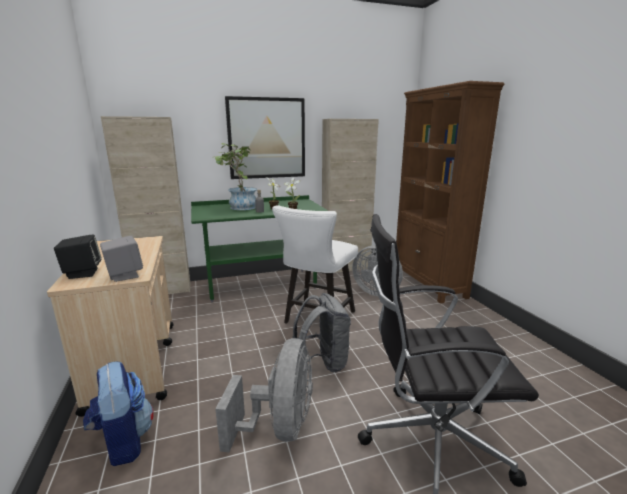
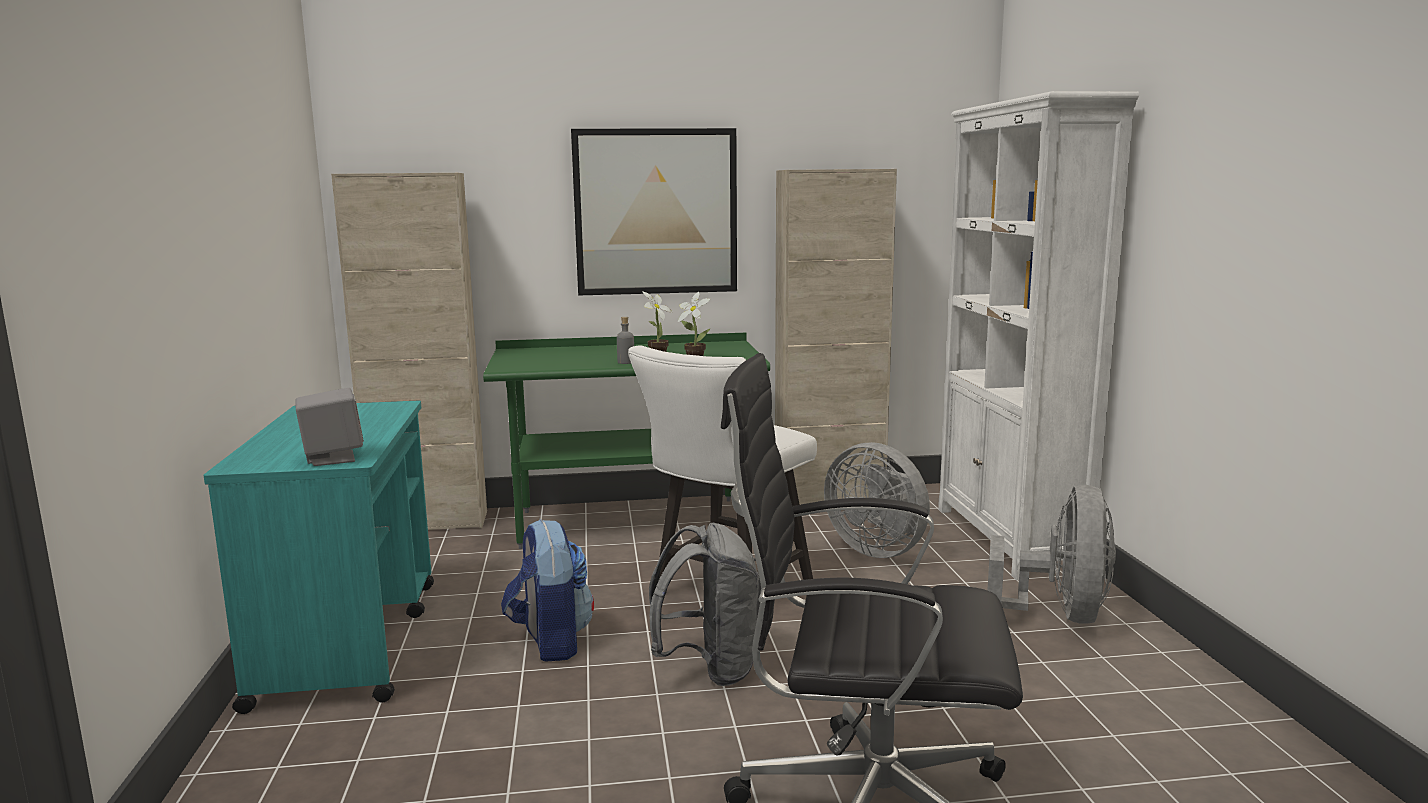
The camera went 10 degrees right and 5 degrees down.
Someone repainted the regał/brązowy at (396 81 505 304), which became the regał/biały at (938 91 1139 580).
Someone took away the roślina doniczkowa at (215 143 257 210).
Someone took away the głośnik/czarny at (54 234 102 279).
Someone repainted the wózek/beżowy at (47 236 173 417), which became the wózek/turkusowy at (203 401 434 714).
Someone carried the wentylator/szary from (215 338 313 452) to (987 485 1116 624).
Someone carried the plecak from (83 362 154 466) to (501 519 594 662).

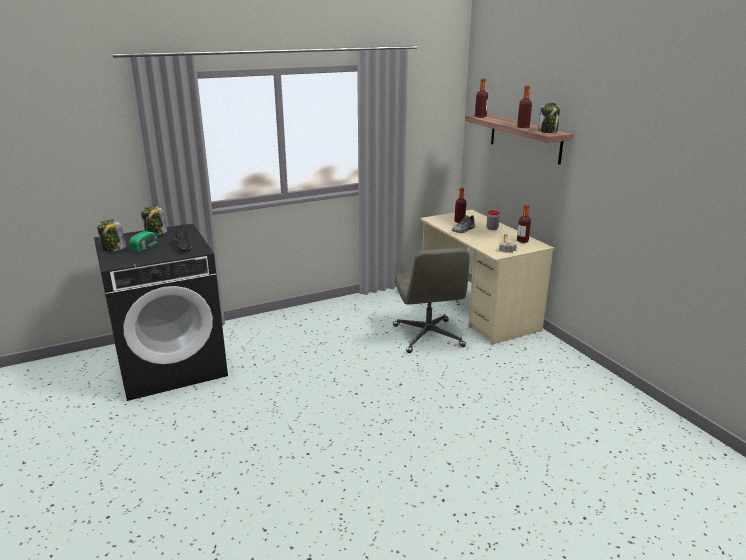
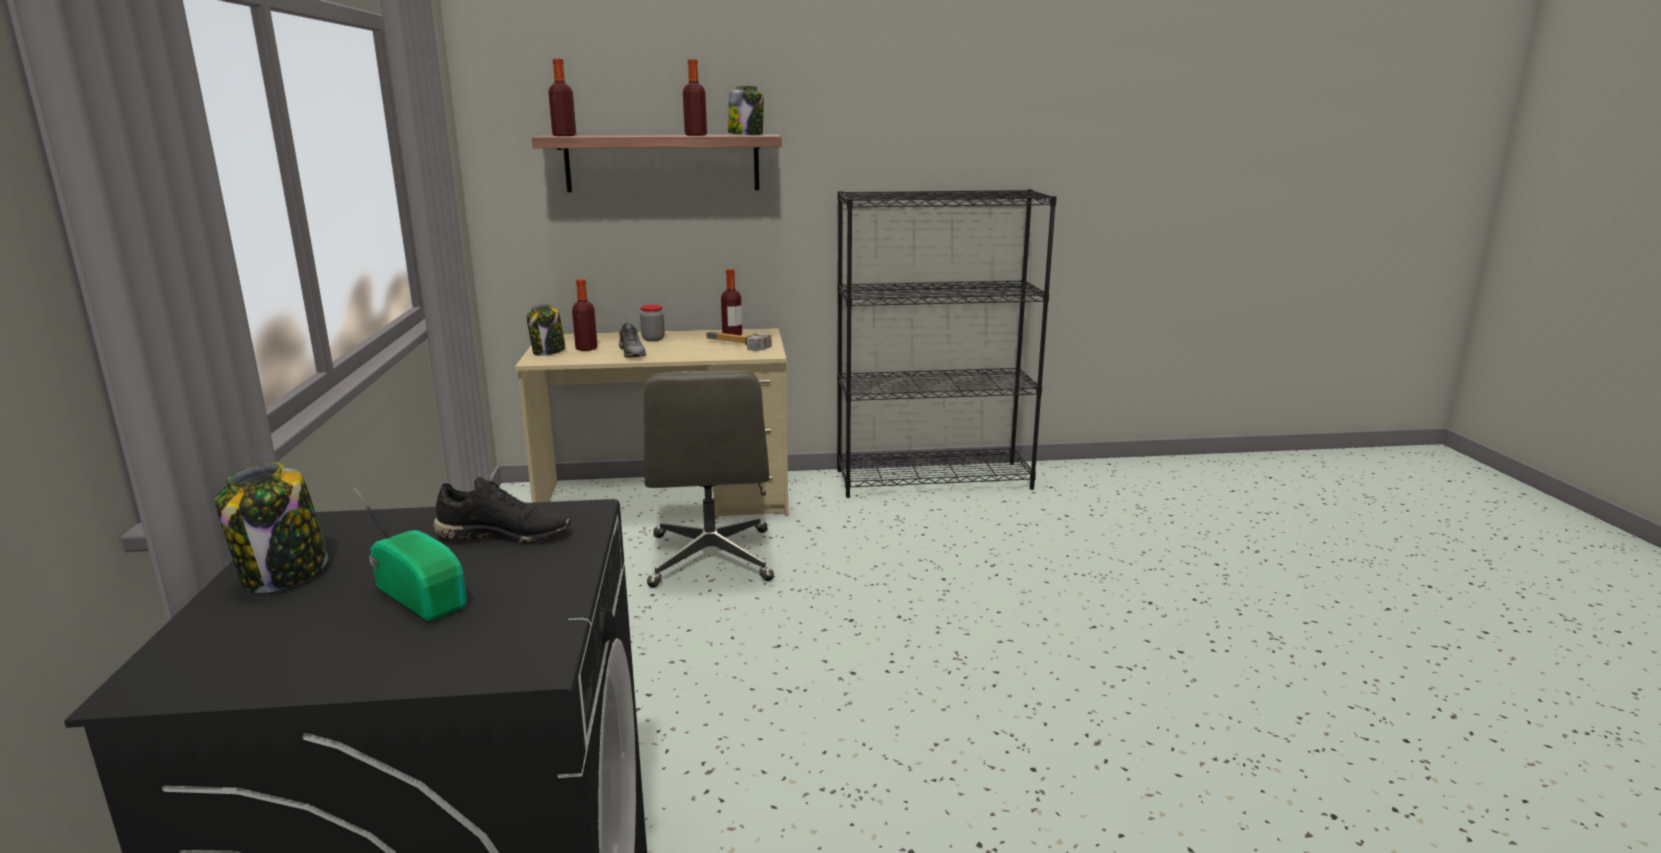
The camera went 70 degrees left and 5 degrees down.
Someone carried the słoik from (97 219 126 252) to (526 304 566 356).
Someone rotated the krzesło biurowe/szary at (393 247 470 353) by 75 degrees clockwise.
Someone put down the regał/czarny at (837 189 1057 498).

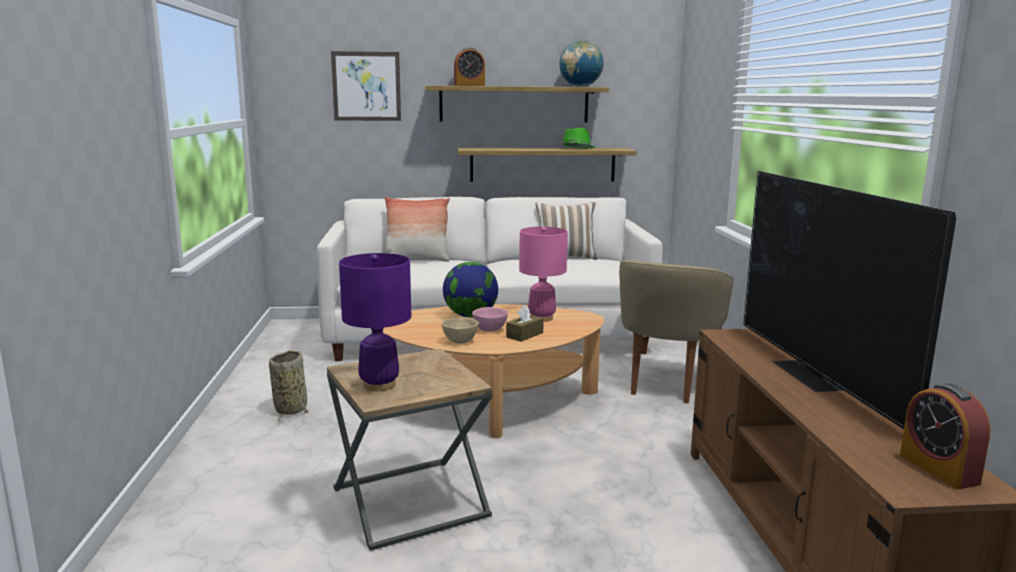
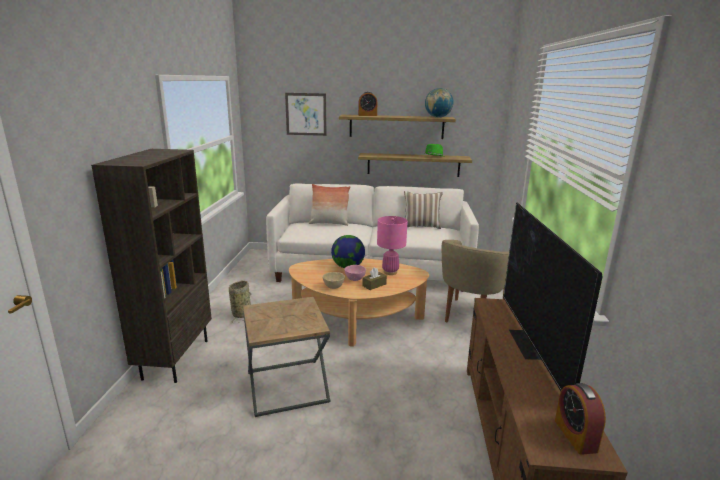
The camera went 10 degrees right and 5 degrees up.
Someone took away the lampa stołowa/fioletowy at (339 253 411 391).
Someone put down the regał/brązowy at (91 149 212 383).

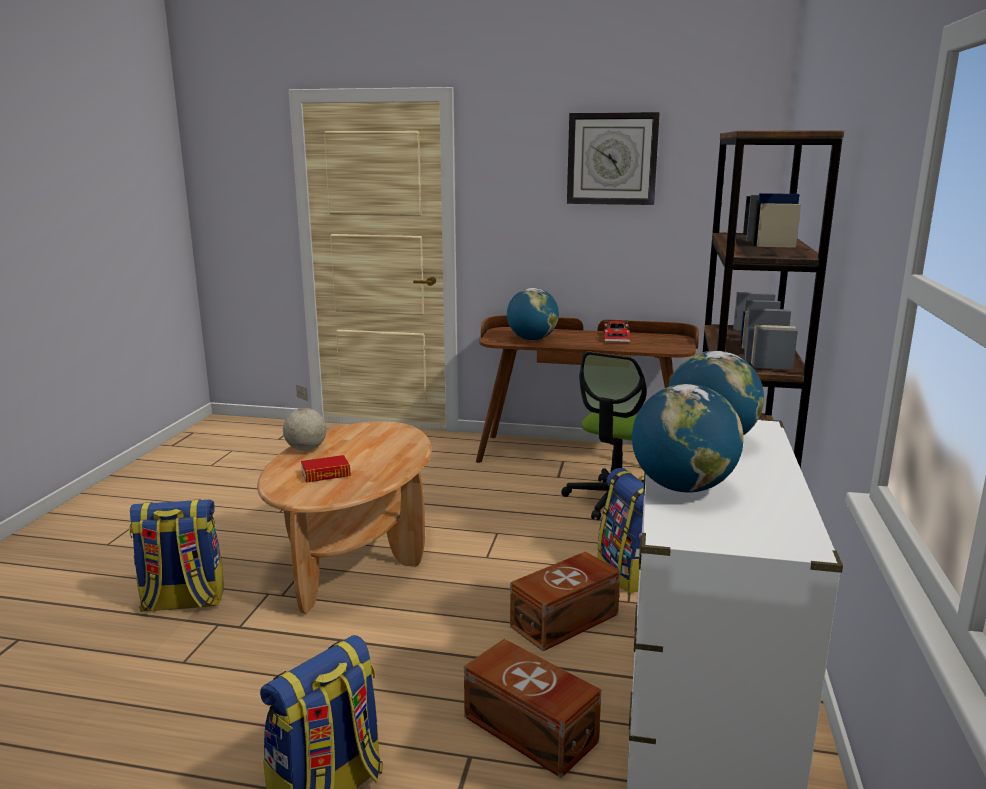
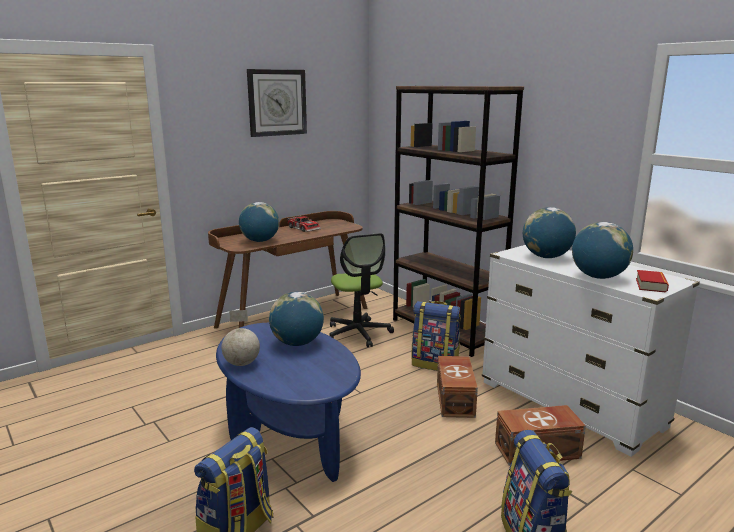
The camera went 50 degrees left and 0 degrees up.
Someone repainted the ława/brązowy at (257 421 432 614), which became the ława/niebieski at (216 323 361 482).
Someone carried the książka from (301 455 351 483) to (636 270 669 293).
Someone put down the globus at (269 292 324 346).

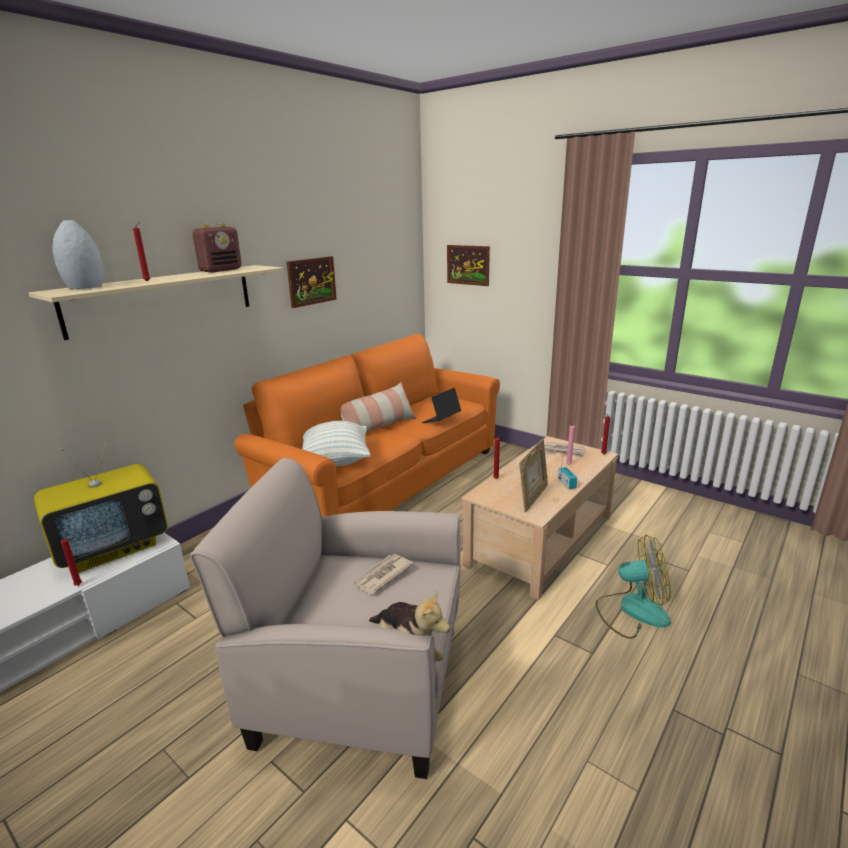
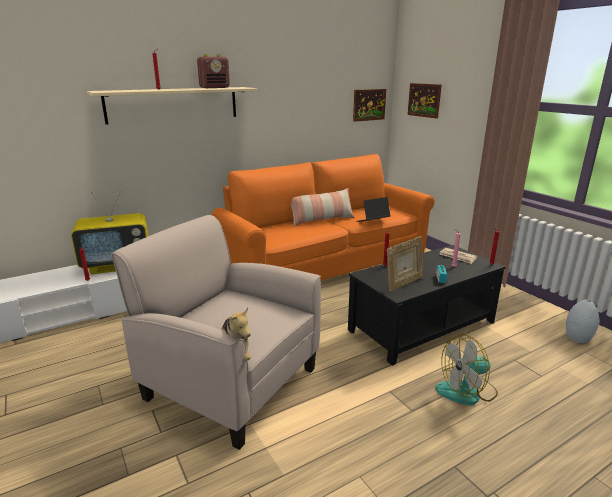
The camera went 20 degrees right and 0 degrees up.
Someone carried the wazon/szary from (52 220 103 289) to (566 299 599 343).
Someone carried the obraz from (286 256 337 308) to (353 89 386 122).
Someone took away the poduszka at (302 421 371 466).
Someone repainted the ława/beżowy at (462 436 618 600), which became the ława/czarny at (348 245 506 366).
Someone rotated the wentylator at (596 535 671 639) by 135 degrees clockwise.
Someone took away the gazeta at (352 554 414 594).

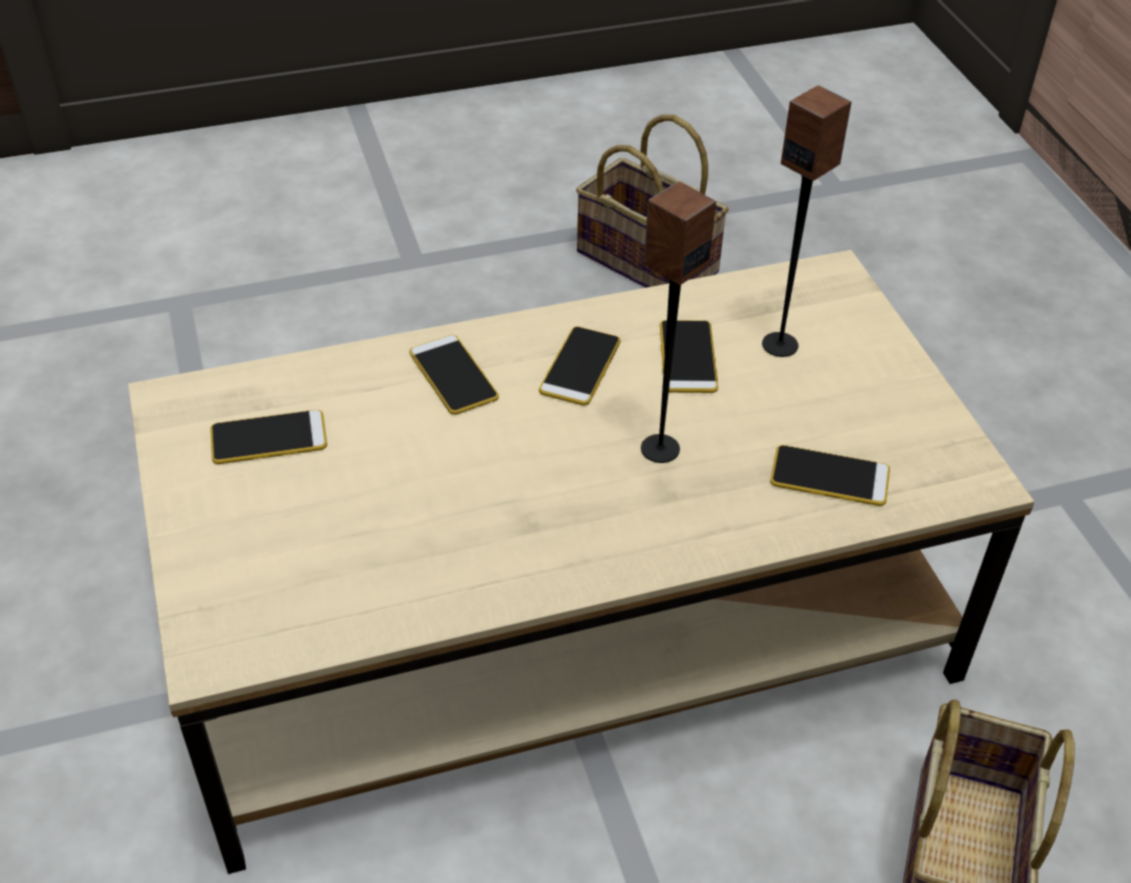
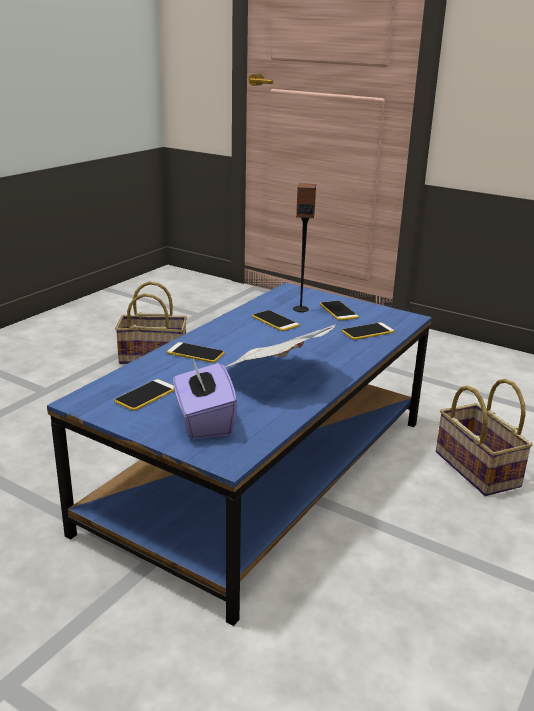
The camera went 40 degrees left and 20 degrees down.
Someone took away the głośnik at (641 181 716 463).
Someone repainted the ława/beżowy at (128 250 1035 874), which became the ława/niebieski at (47 283 432 626).
Someone carried the telefon from (539 327 621 405) to (320 301 359 321).
Someone put down the gazeta at (225 323 340 368).
Someone put down the pudełko chusteczek/fioletowy at (173 358 237 439).

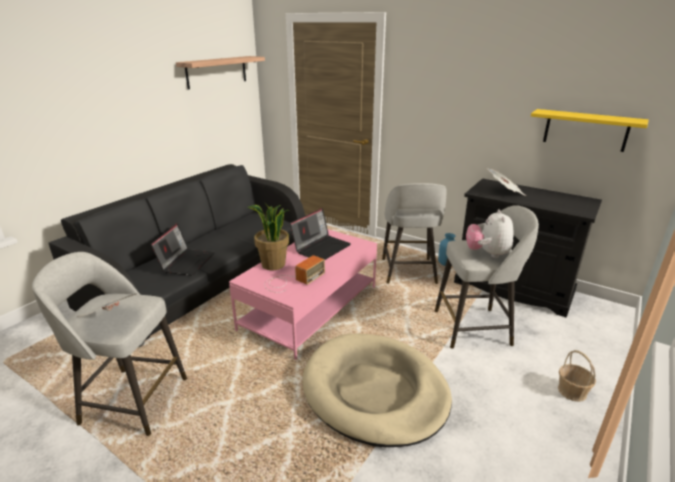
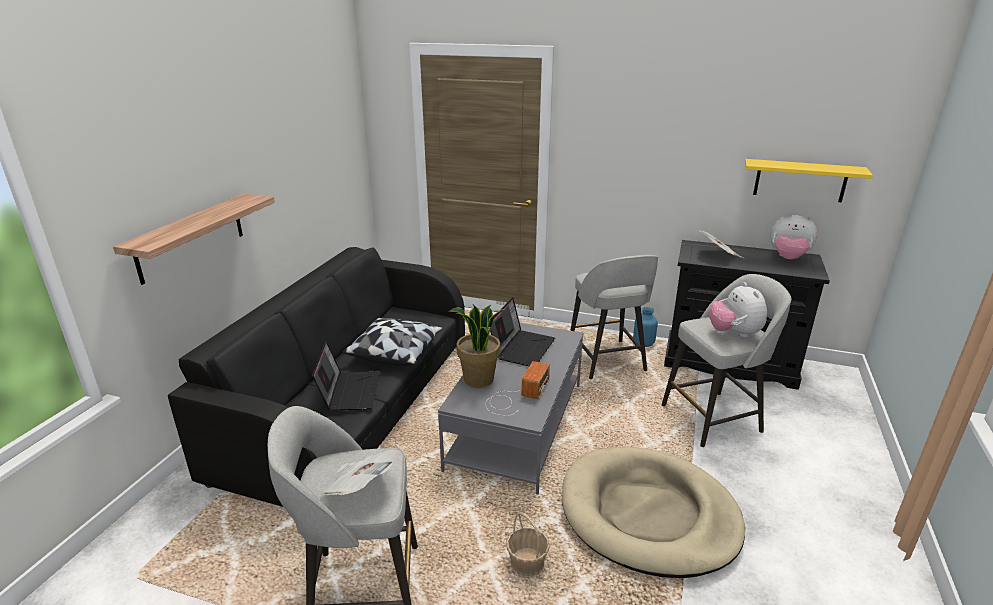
The camera went 15 degrees left and 0 degrees up.
Someone carried the półka from (176 56 265 89) to (113 194 275 285).
Someone repainted the ława/różowy at (229 229 377 360), which became the ława/szary at (438 323 583 495).
Someone carried the koszyk from (558 350 596 402) to (506 512 550 577).
Someone put down the pluszak at (771 213 817 259).
Someone put down the poduszka at (342 318 443 366).

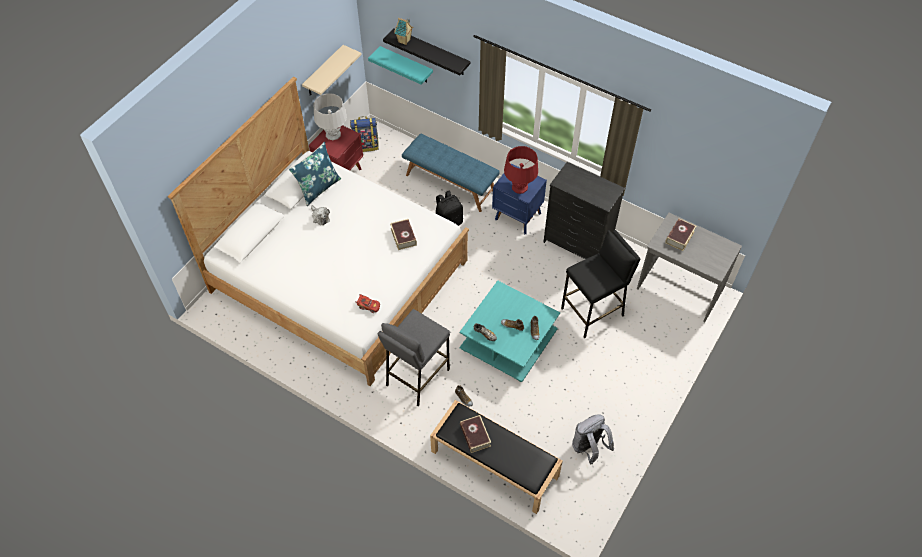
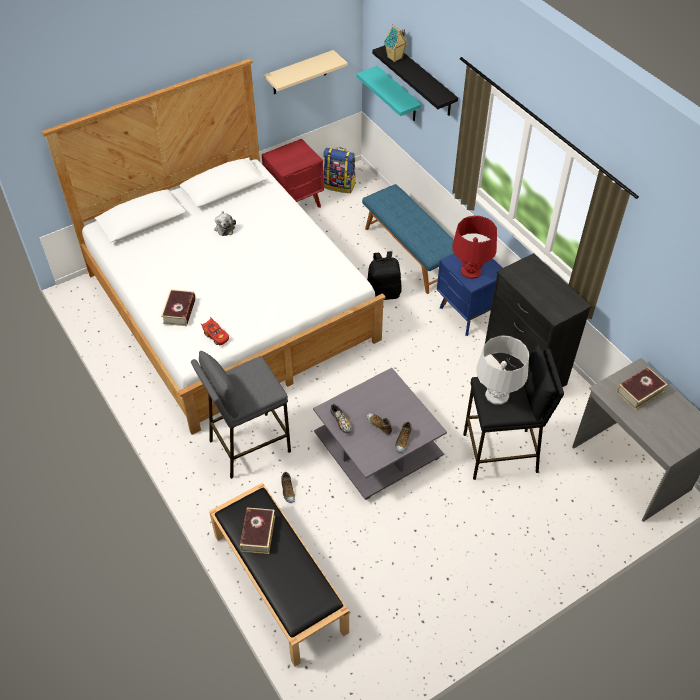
The camera went 25 degrees right and 5 degrees down.
Someone carried the lampa stołowa/szary from (314 93 347 140) to (476 335 529 405).
Someone took away the poduszka/niebieski at (289 142 341 206).
Someone carried the książka from (390 219 417 250) to (161 289 196 326).
Someone repainted the ława/turkusowy at (460 281 560 382), which became the ława/szary at (313 368 447 500).
Someone took away the plecak/szary at (572 414 614 464).

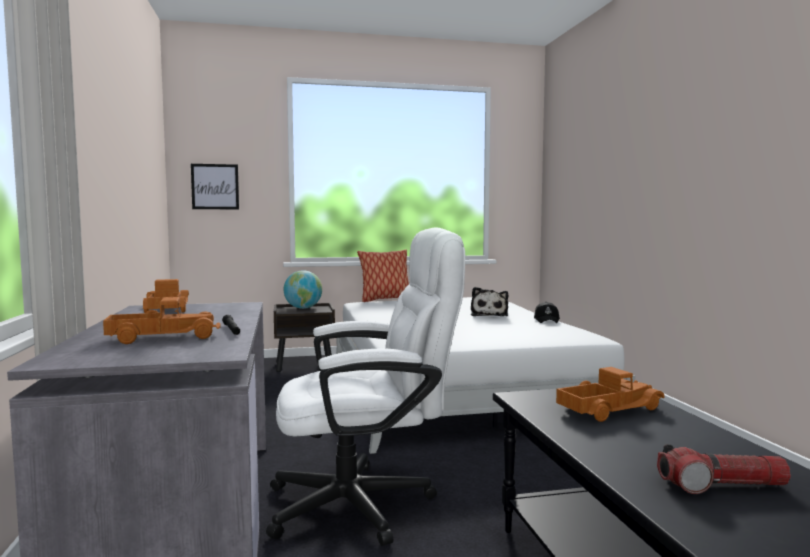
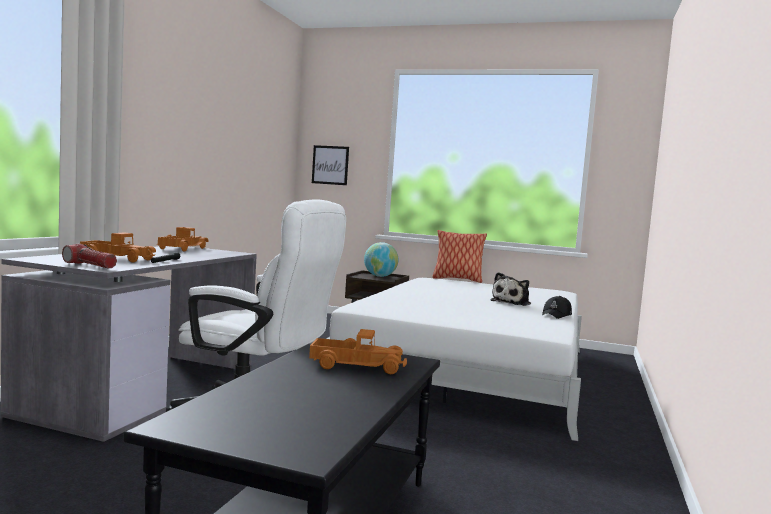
The camera went 30 degrees right and 0 degrees up.
Someone carried the latarka from (657 444 791 494) to (62 244 117 269).

